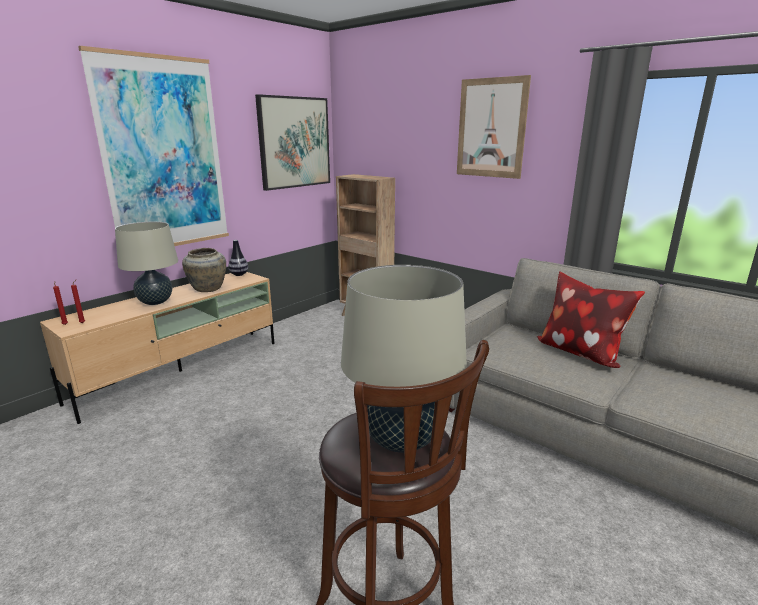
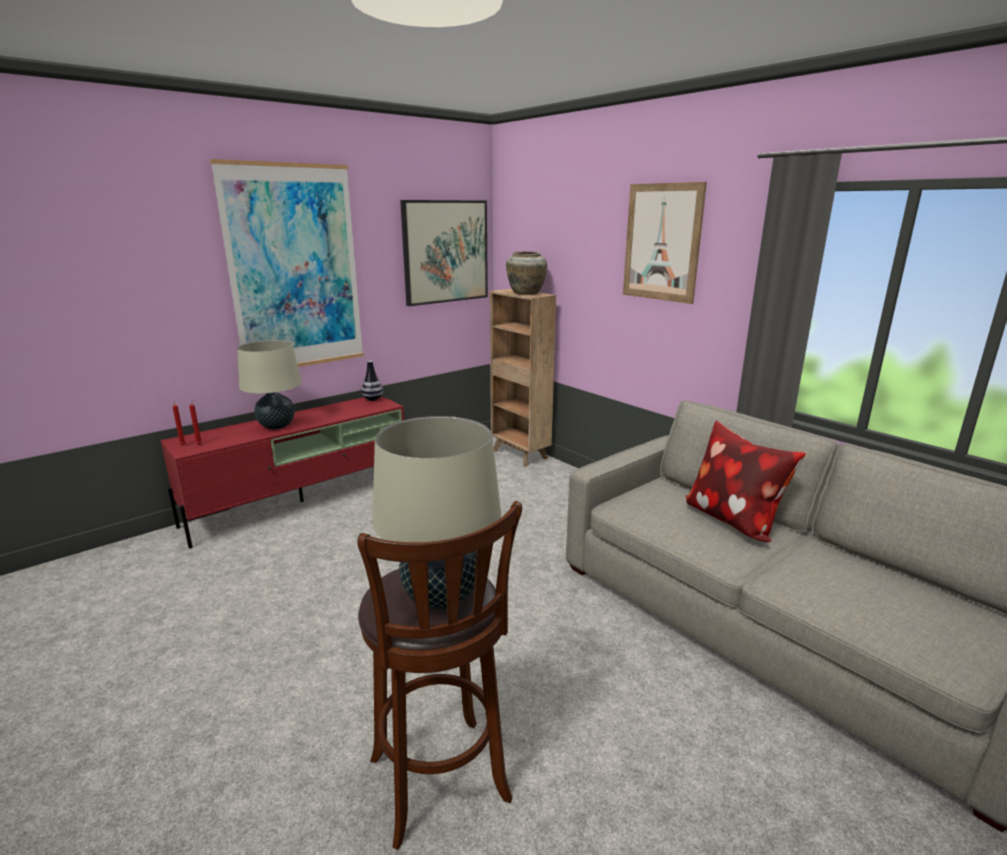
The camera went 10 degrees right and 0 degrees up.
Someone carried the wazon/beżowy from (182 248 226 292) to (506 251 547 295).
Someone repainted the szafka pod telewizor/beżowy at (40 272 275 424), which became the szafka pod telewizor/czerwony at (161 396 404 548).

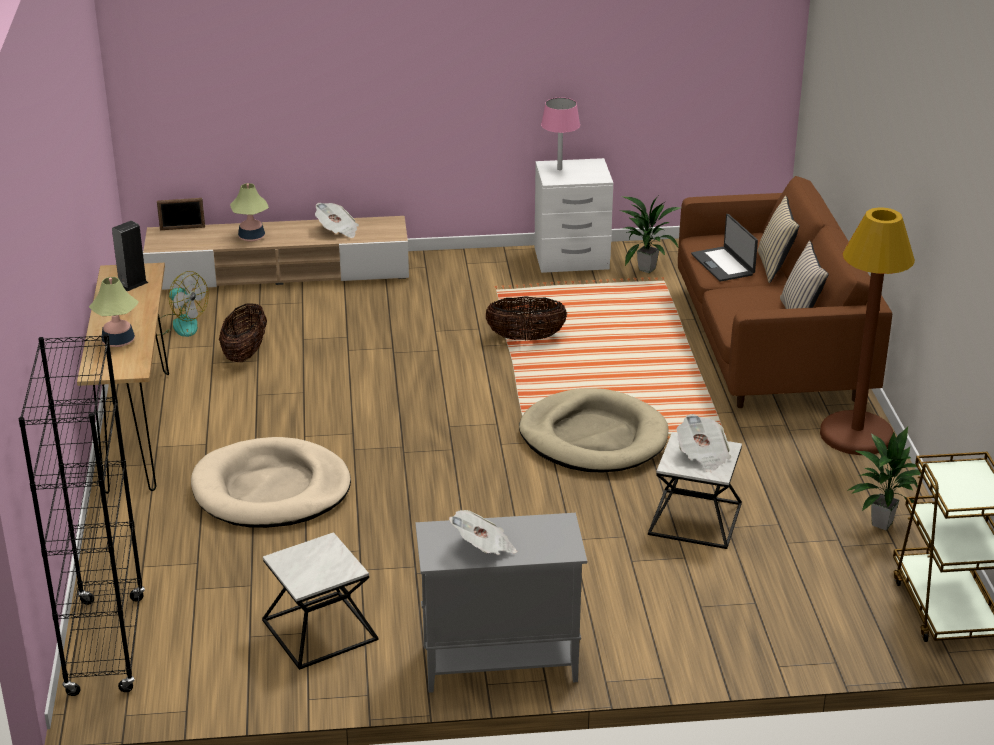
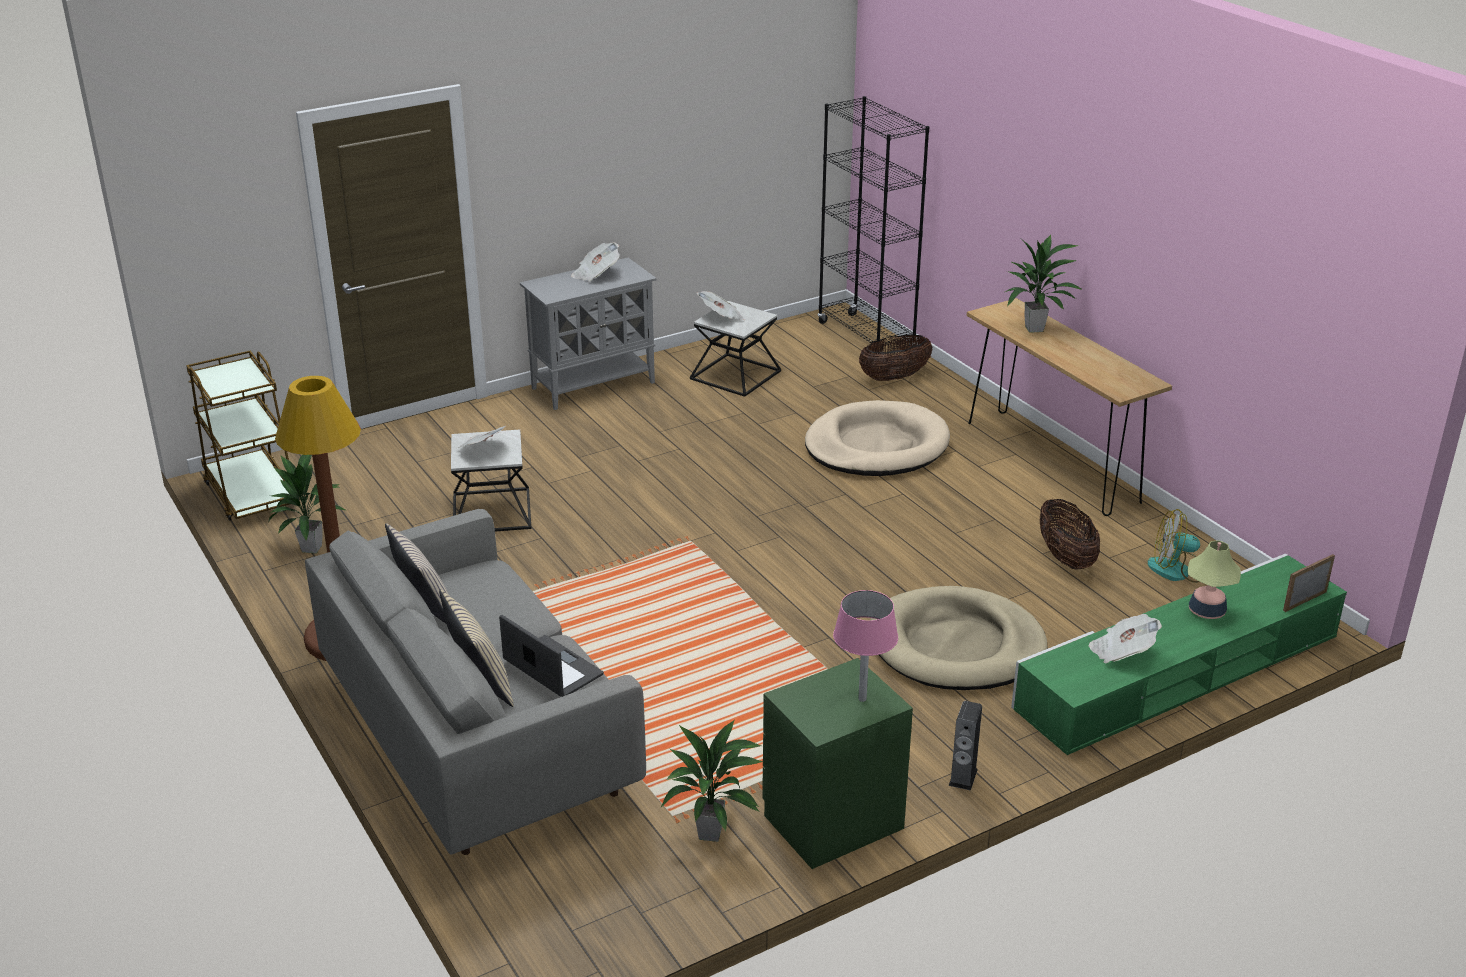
The camera went 155 degrees right and 0 degrees up.
Someone repainted the szafka nocna/biały at (534 158 613 273), which became the szafka nocna/zielony at (762 658 913 869).
Someone repainted the kanapa/brązowy at (678 176 892 408), which became the kanapa/szary at (305 509 646 855).
Someone repainted the szafka pod telewizor/beżowy at (143 216 409 290), which became the szafka pod telewizor/zielony at (1011 554 1347 755).
Someone carried the głośnik from (112 220 148 291) to (949 701 982 791).
Someone swapped the lampa stołowa at (89 277 139 347) for the roślina doniczkowa at (1005 235 1083 333).
Someone carried the koszyk from (485 296 567 341) to (859 334 932 381).
Someone carried the legowisko/beżowy from (519 388 669 472) to (870 586 1048 690).
Someone put down the gazeta at (697 291 745 320).

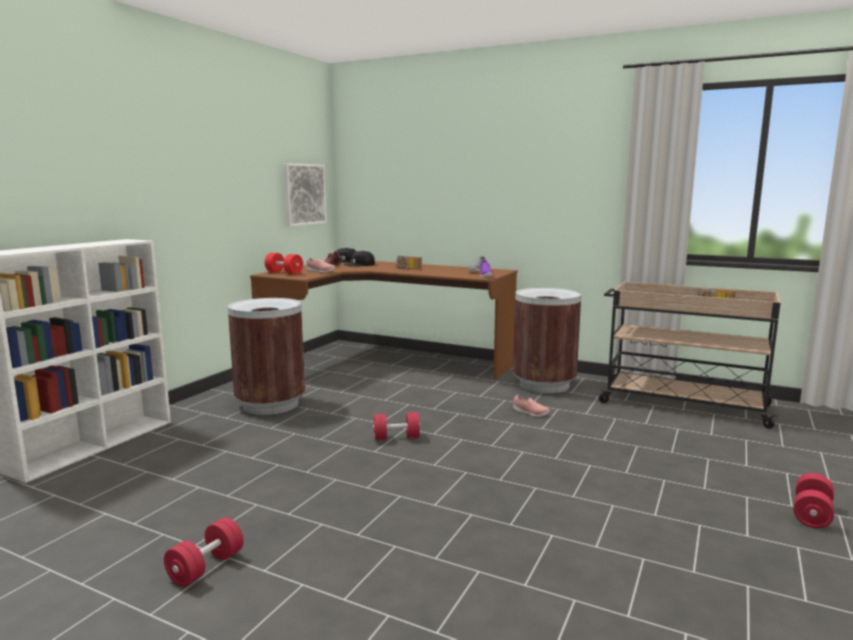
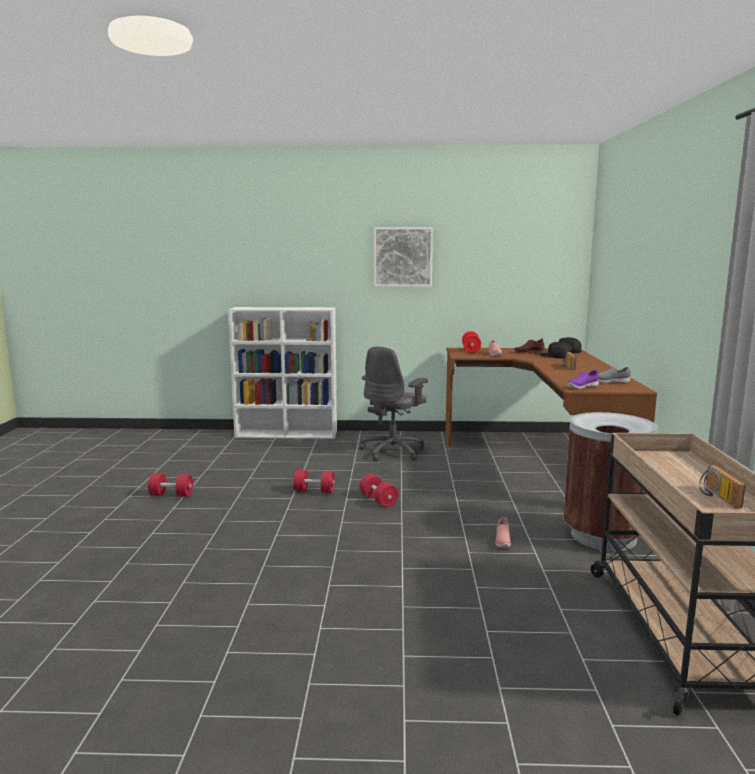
The camera went 65 degrees right and 0 degrees up.
Someone carried the obraz from (283 163 327 227) to (374 227 433 287).
Someone swapped the kosz na śmieci/brązowy at (228 298 305 415) for the krzesło biurowe/szary at (359 347 428 461).
Someone carried the hantel/czerwony from (794 473 834 528) to (293 470 335 493).

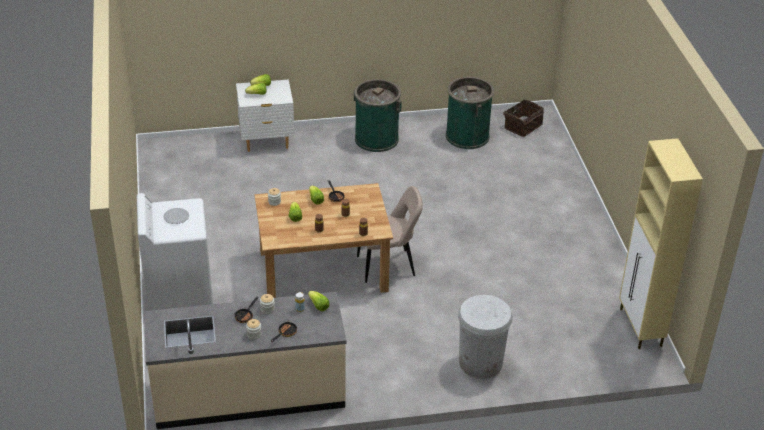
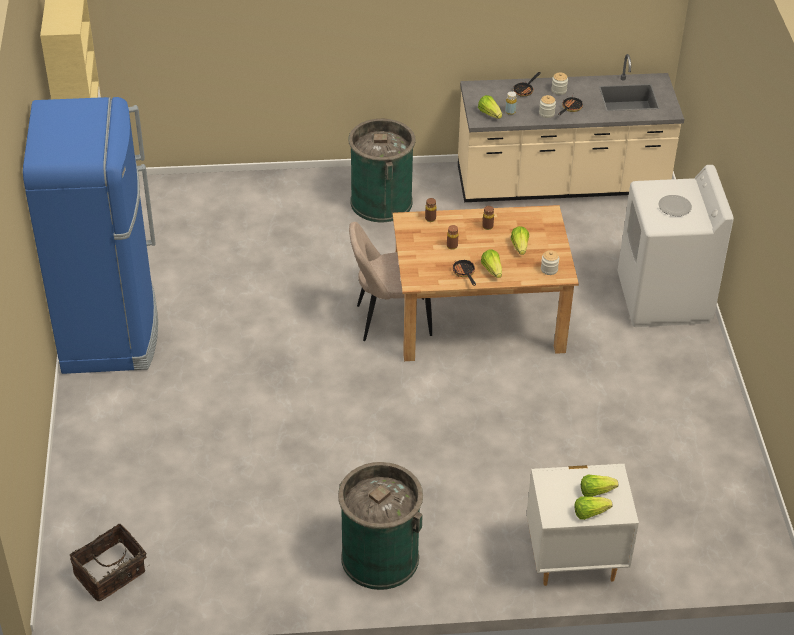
The camera went 175 degrees left and 5 degrees up.
Someone carried the kosz na śmieci/zielony from (446 77 494 149) to (348 119 416 222).
Someone took away the kosz na śmieci/biały at (458 295 513 379).
Someone put down the lodówka/niebieski at (23 97 158 374).

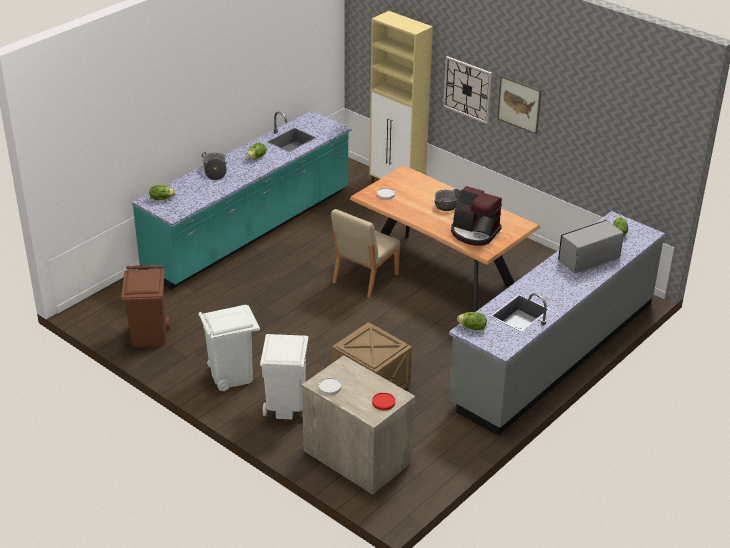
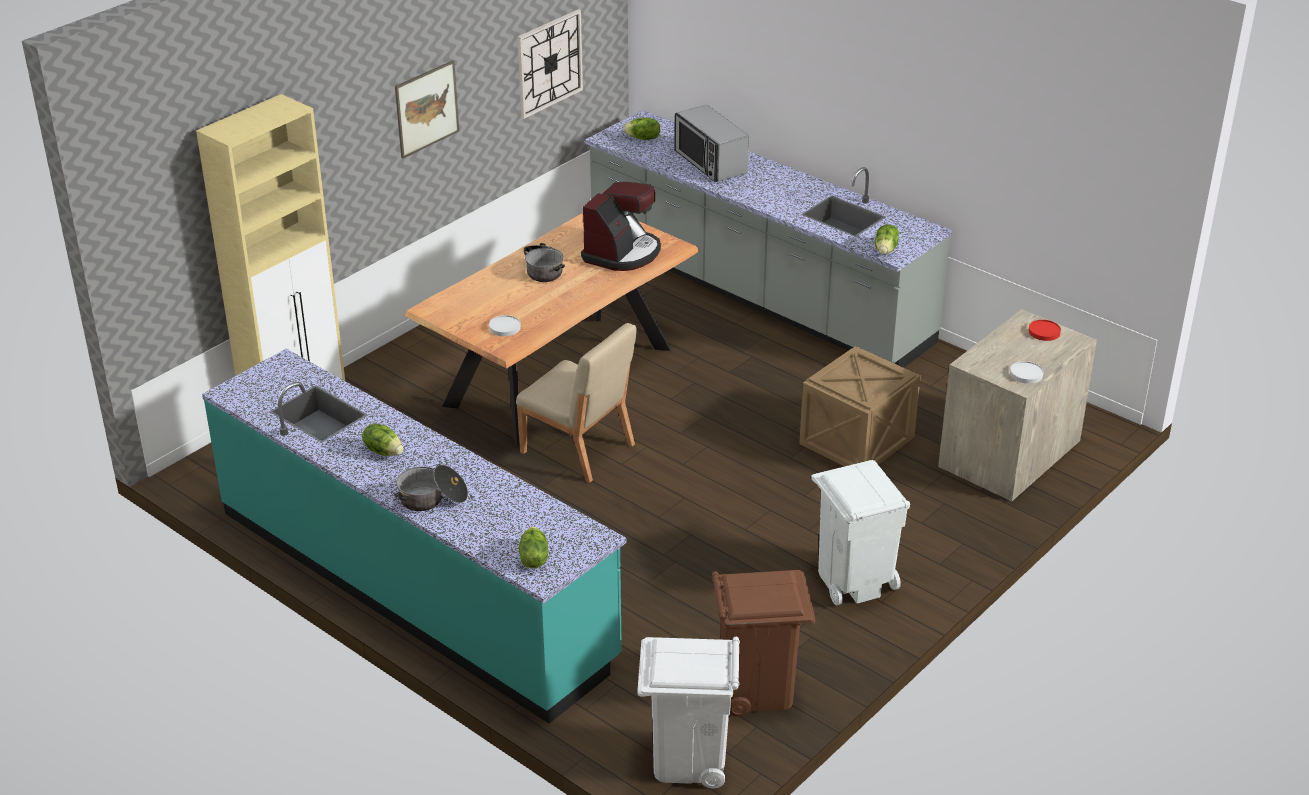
The camera went 90 degrees left and 0 degrees up.
Someone carried the zegar ścienny from (443 56 492 124) to (517 9 583 119).
Someone carried the kosz na śmieci/biały from (260 334 308 419) to (637 637 740 789).

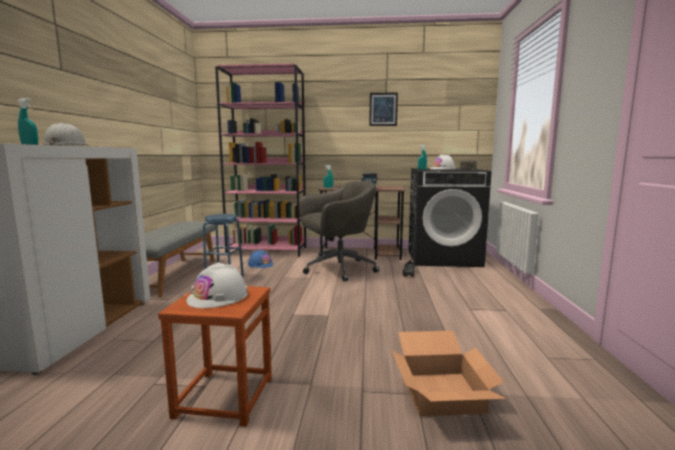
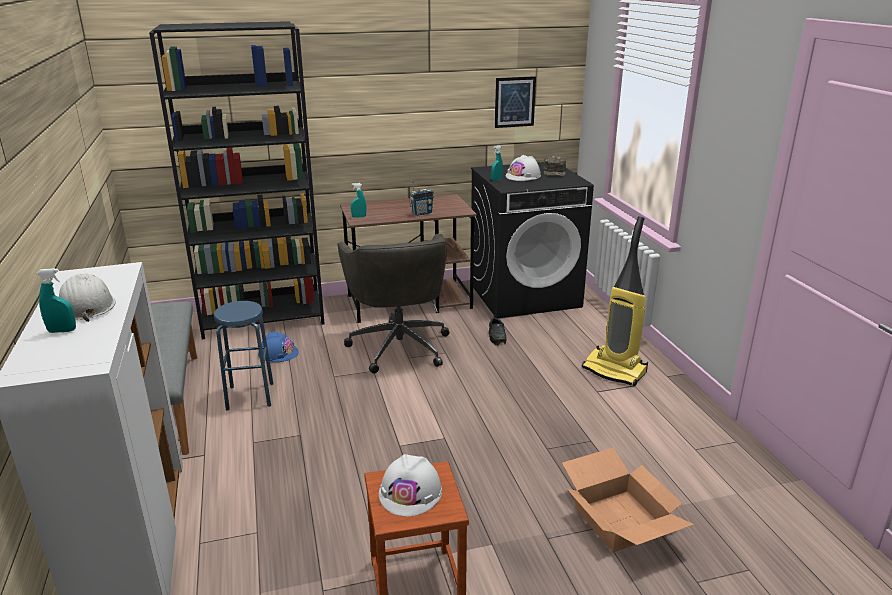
The camera went 20 degrees left and 15 degrees up.
Someone repainted the regał/różowy at (215 63 306 257), which became the regał/czarny at (149 21 325 340).
Someone carried the obraz from (369 92 398 126) to (495 76 536 128).
Someone rotated the krzesło biurowe/szary at (299 181 379 281) by 120 degrees clockwise.
Someone put down the odkurzacz at (582 216 648 386).

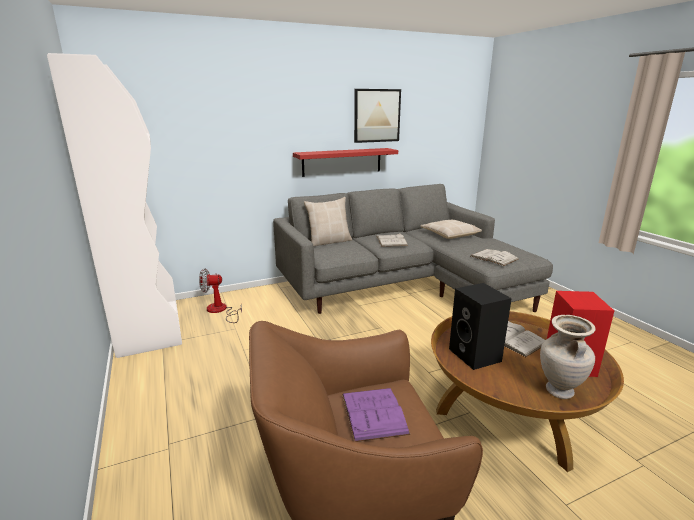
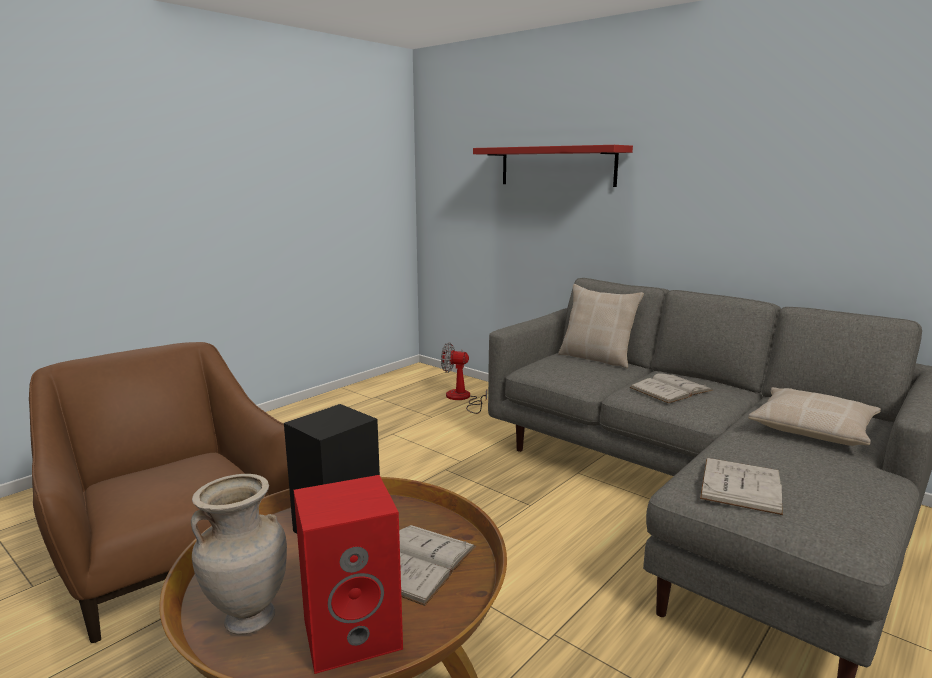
The camera went 65 degrees right and 5 degrees down.
Someone took away the regał/biały at (47 53 182 358).
Someone took away the obraz at (354 89 401 143).
Someone carried the półka/czerwony from (293 148 398 177) to (473 145 633 187).
Someone rotated the wentylator at (199 268 242 323) by 45 degrees counterclockwise.
Someone took away the książka/fioletowy at (342 388 410 442).

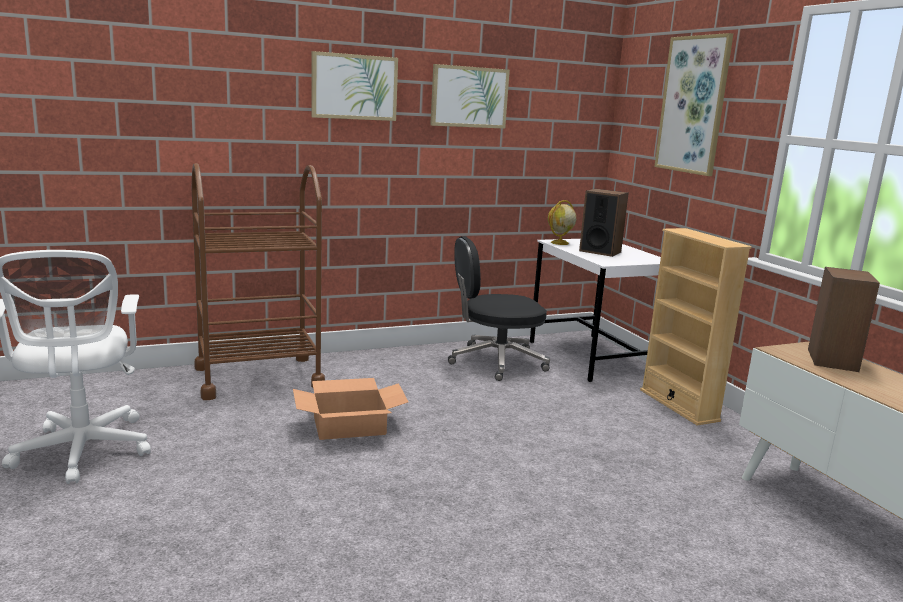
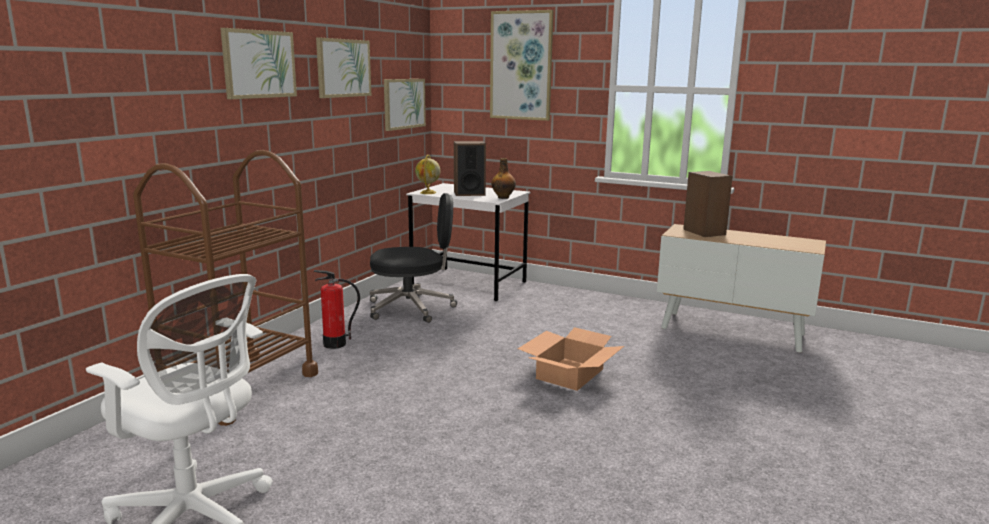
The camera went 40 degrees left and 0 degrees up.
Someone took away the regał/beżowy at (640 228 751 425).
Someone rotated the krzesło biurowe/czarny at (448 236 550 381) by 135 degrees counterclockwise.
Someone carried the karton from (293 378 408 440) to (518 327 624 391).
Someone put up the obraz at (384 79 426 131).
Someone put down the butelka at (491 158 516 199).
Someone put down the gaśnica at (314 270 360 349).

